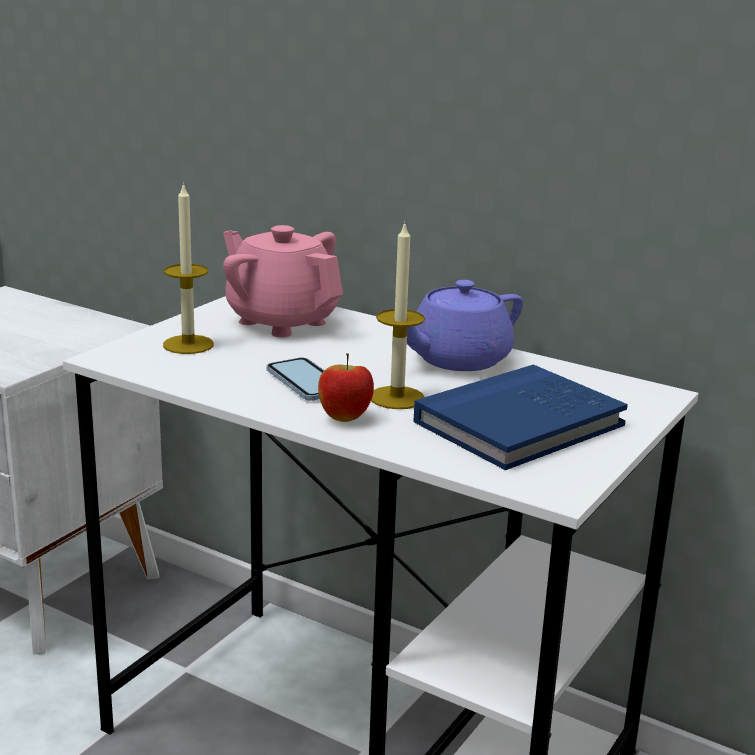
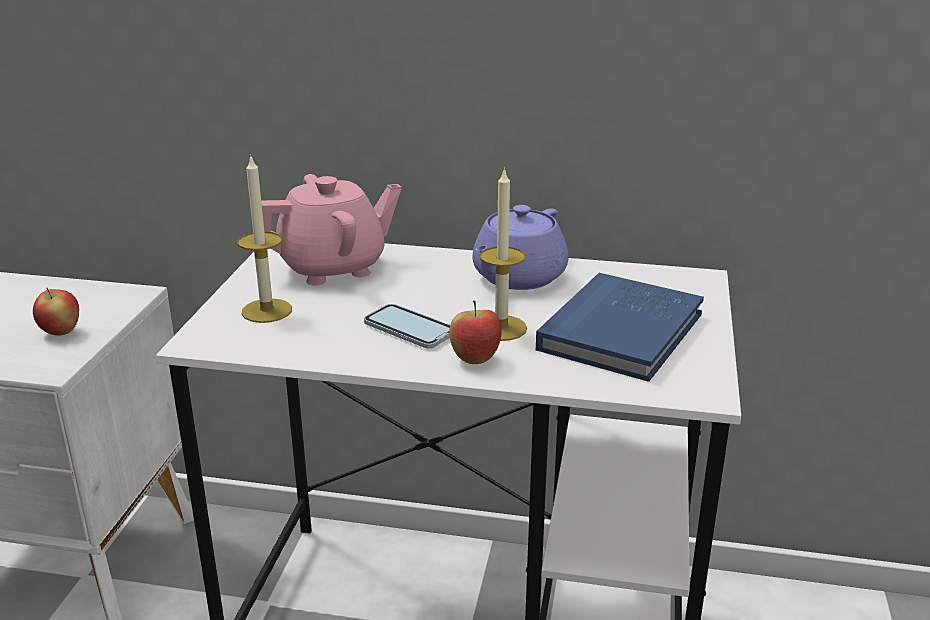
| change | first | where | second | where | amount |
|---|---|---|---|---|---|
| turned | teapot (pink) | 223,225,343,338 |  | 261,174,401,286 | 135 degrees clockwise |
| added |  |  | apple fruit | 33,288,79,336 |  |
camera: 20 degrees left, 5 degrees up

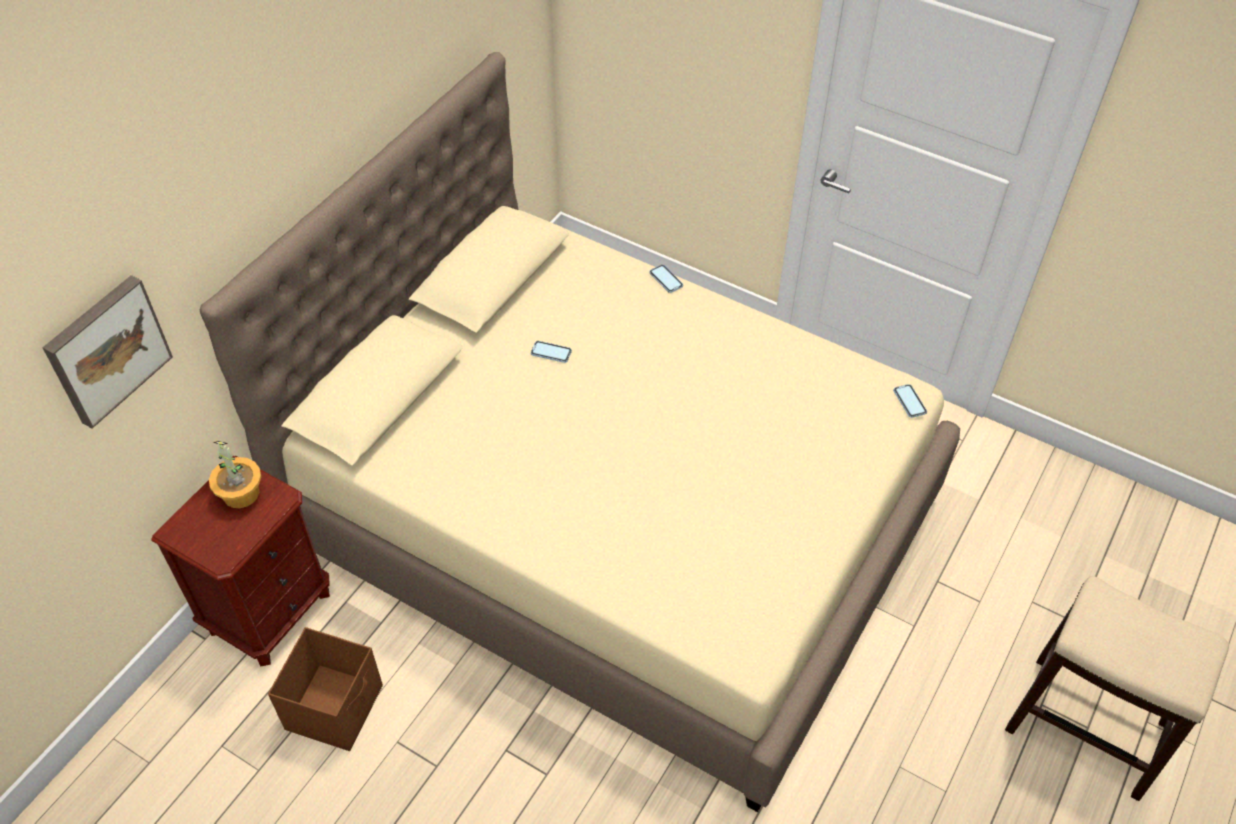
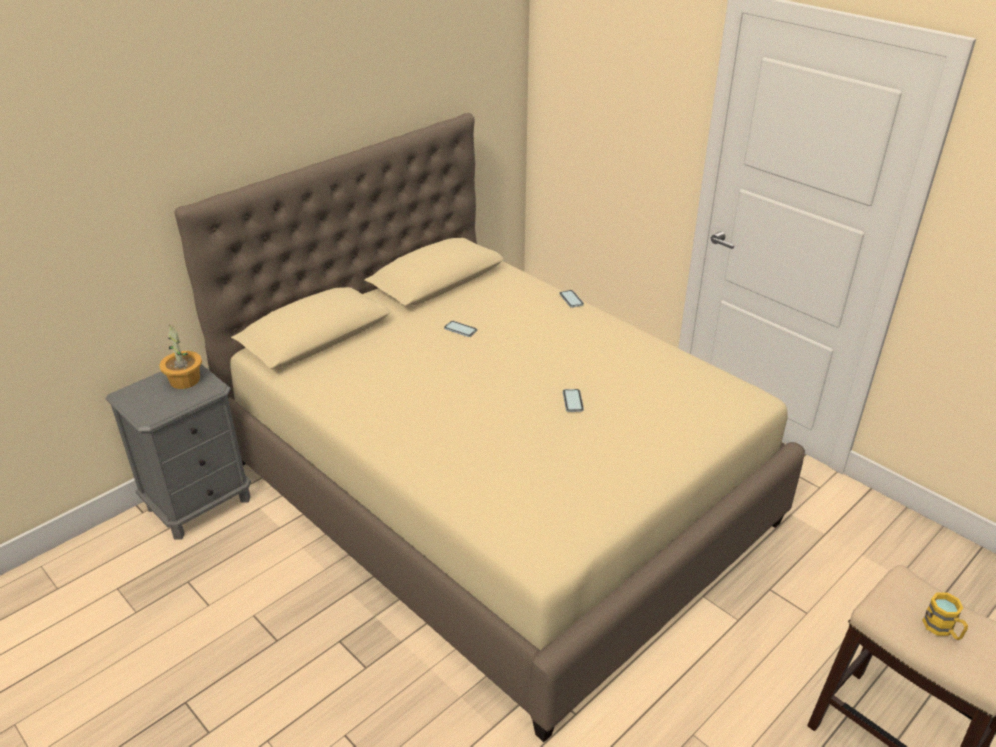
| change | first | where | second | where | amount |
|---|---|---|---|---|---|
| removed | wall picture | 42,275,173,428 |  |  |  |
| moved | telephone | 893,384,927,418 |  | 563,389,584,412 |  |
| recoloured | bedside table (brownish) | 151,456,330,666 | bedside table (greyish) | 106,364,251,539 |  |
| removed | storage container (brownish) | 268,627,383,751 |  |  |  |
| added |  |  | coffee mug (yellow) | 922,592,968,640 |  |
camera: 15 degrees right, 15 degrees down

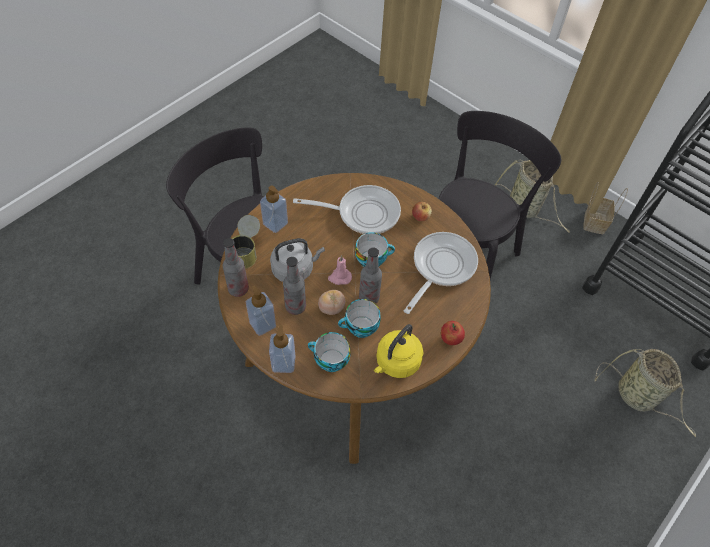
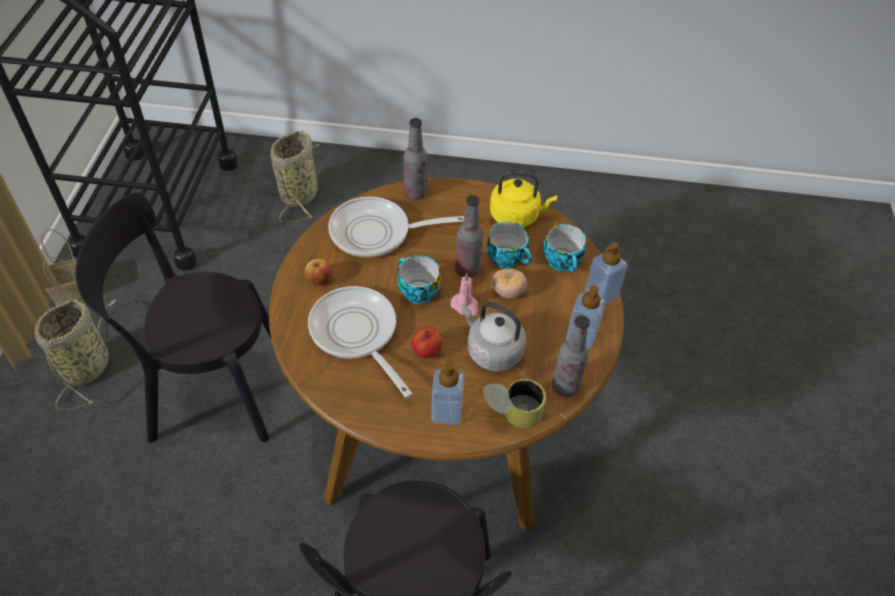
| change | first | where | second | where | amount |
|---|---|---|---|---|---|
| moved | bottle | 283,257,306,315 |  | 403,118,428,200 |  |
| moved | apple fruit | 441,321,465,345 |  | 411,327,442,358 |  |
camera: 125 degrees left, 5 degrees down

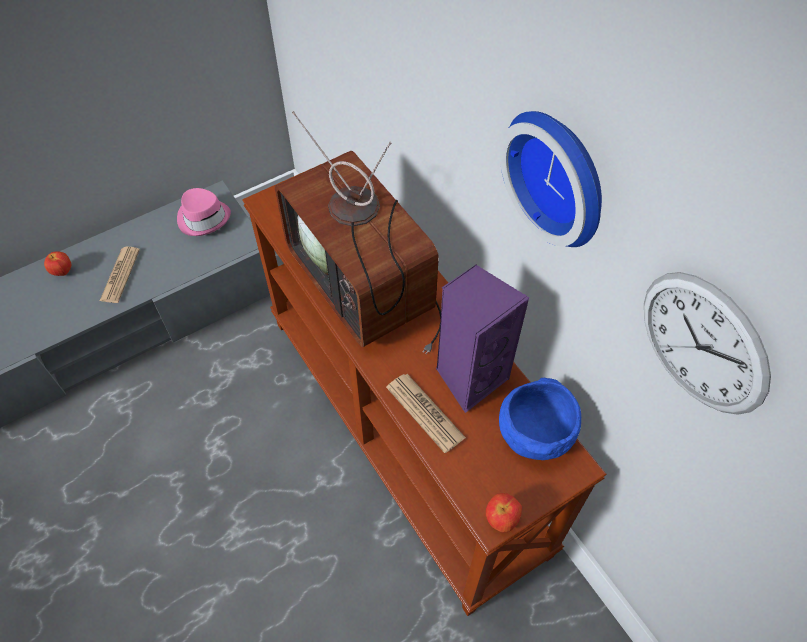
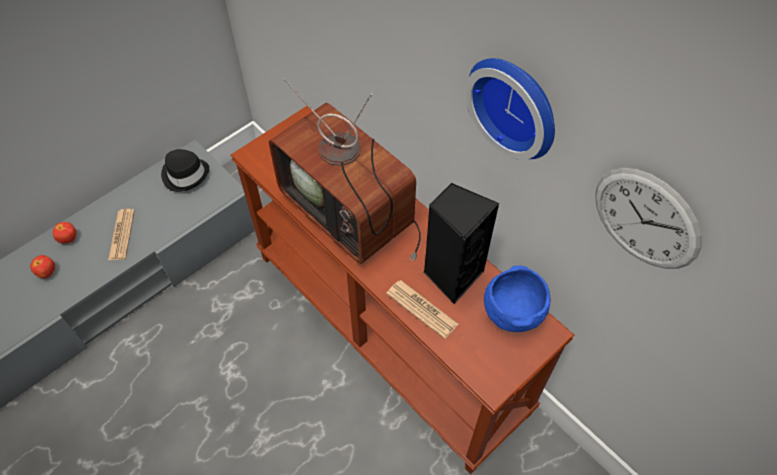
| change | first | where | second | where | amount |
|---|---|---|---|---|---|
| recoloured | clothing hat (pink) | 177,188,231,236 | clothing hat (black-coloured) | 161,149,209,192 |  |
| recoloured | audio speaker (purplish) | 436,264,529,413 | audio speaker (black-coloured) | 424,182,499,304 |  |
| moved | apple fruit | 486,493,522,533 |  | 30,255,55,278 |  |
camera: 10 degrees left, 0 degrees up

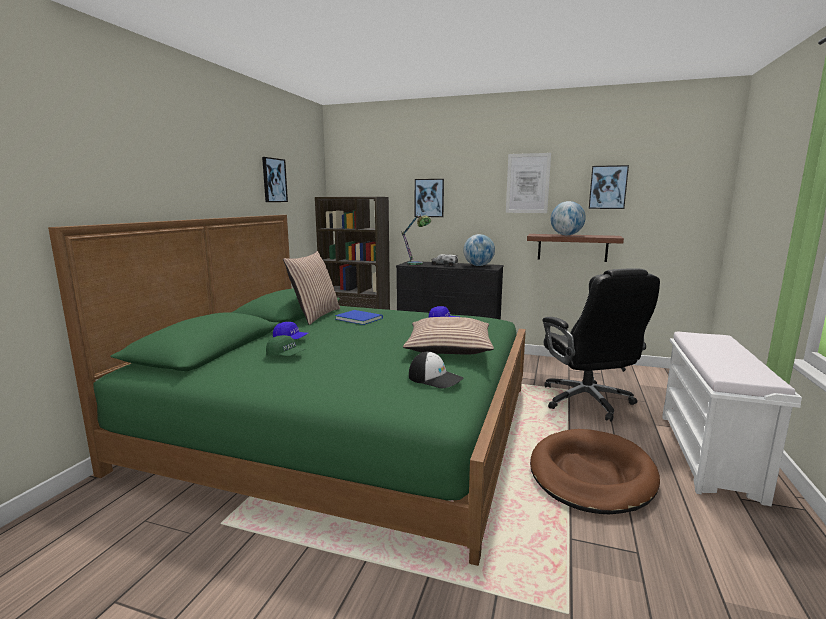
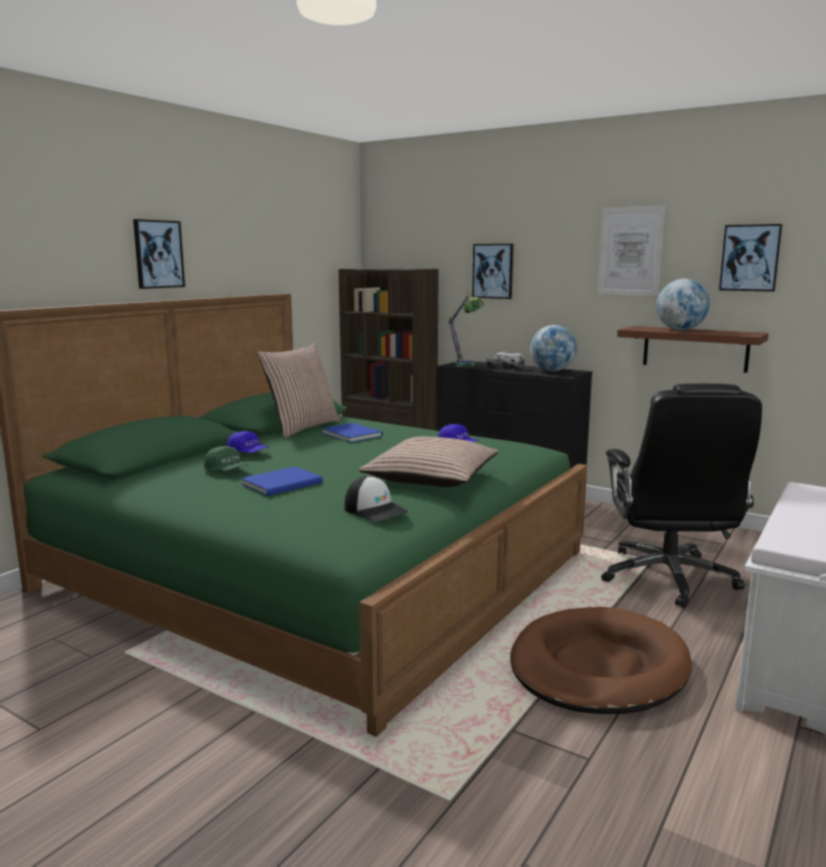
| change | first | where | second | where | amount |
|---|---|---|---|---|---|
| moved | wall picture | 262,157,288,202 |  | 133,219,185,289 |  |
| added |  |  | book (blue-coloured) | 241,466,323,496 |  |
camera: 15 degrees right, 0 degrees up

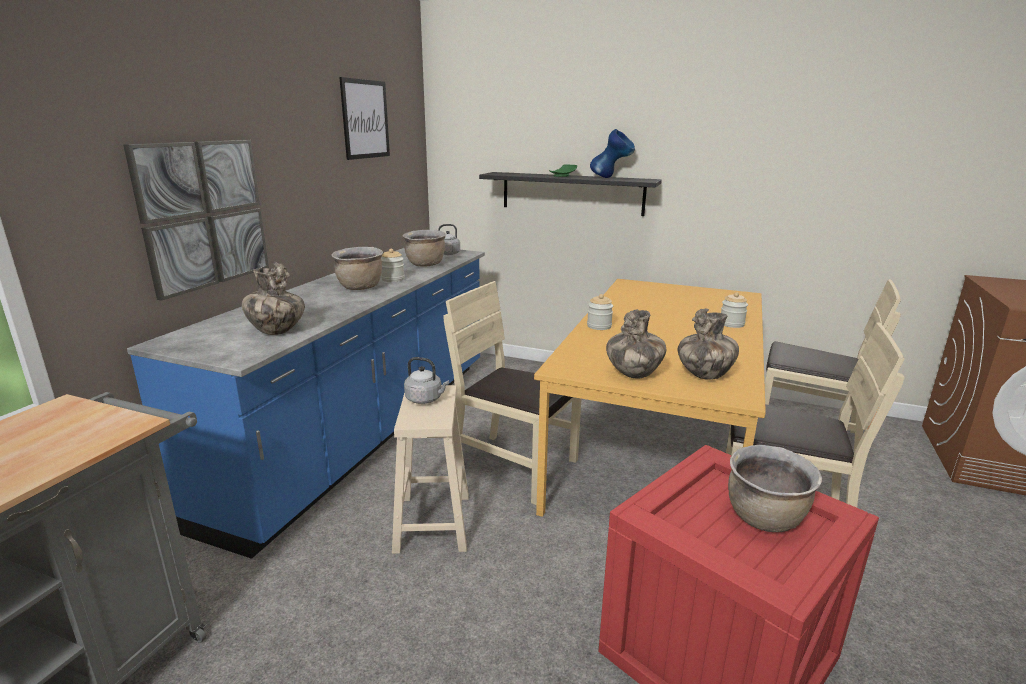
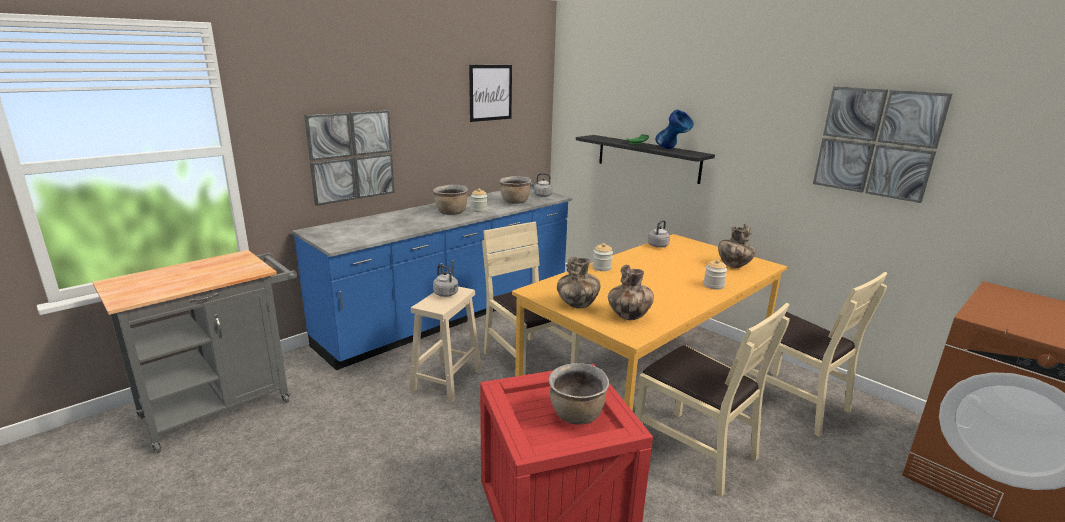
| change | first | where | second | where | amount |
|---|---|---|---|---|---|
| moved | decorative vase | 242,262,305,335 |  | 718,224,756,268 |  |
| added |  |  | wall picture | 813,86,952,203 |  |
| added |  |  | kettle (greyish) | 648,220,670,248 |  |
camera: 25 degrees right, 0 degrees up

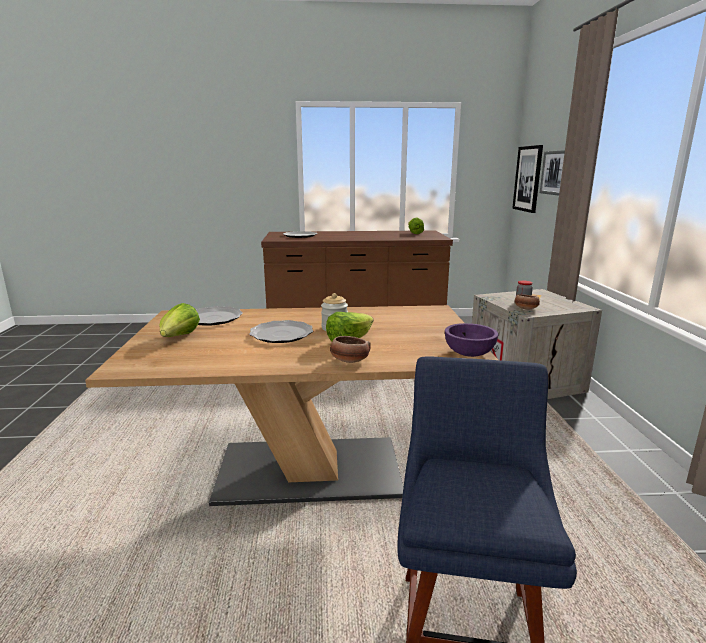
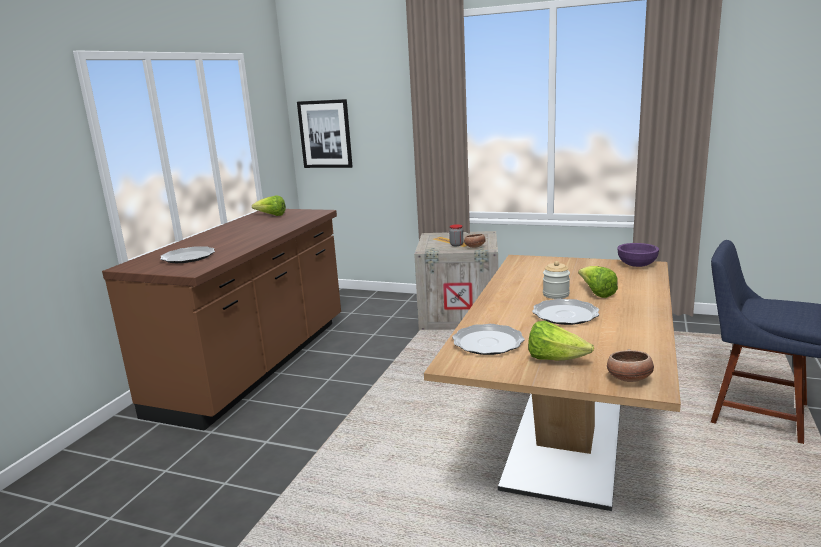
| change | first | where | second | where | amount |
|---|---|---|---|---|---|
| removed | wall picture | 540,150,565,196 |  |  |  |
| moved | serving bowl | 330,336,371,363 |  | 607,349,654,382 |  |
camera: 65 degrees left, 0 degrees up

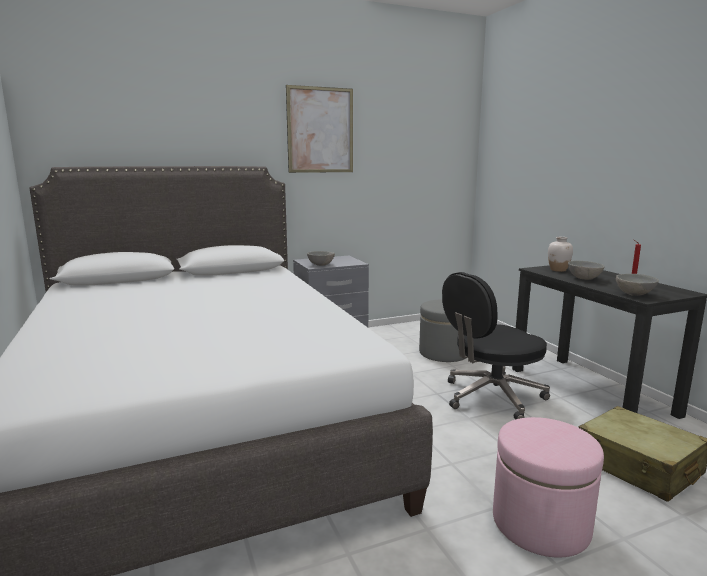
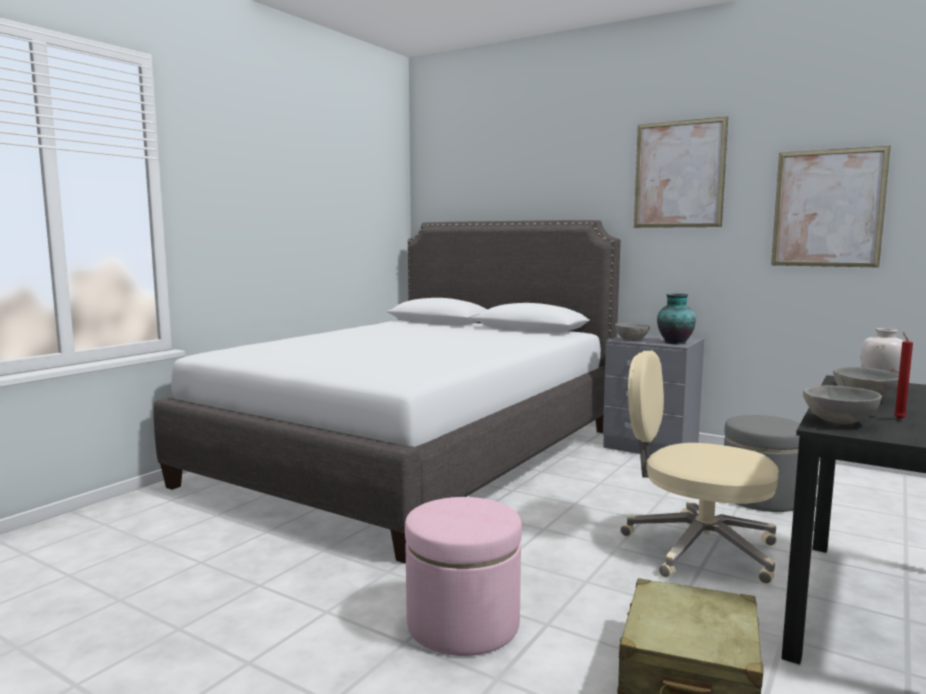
| change | first | where | second | where | amount |
|---|---|---|---|---|---|
| recoloured | computer chair (black-coloured) | 442,272,550,419 | computer chair (beige-coloured) | 620,351,779,584 |  |
| added |  |  | wall picture | 771,146,891,268 |  |
| added |  |  | decorative vase | 657,293,696,344 |  |
camera: 55 degrees right, 5 degrees down

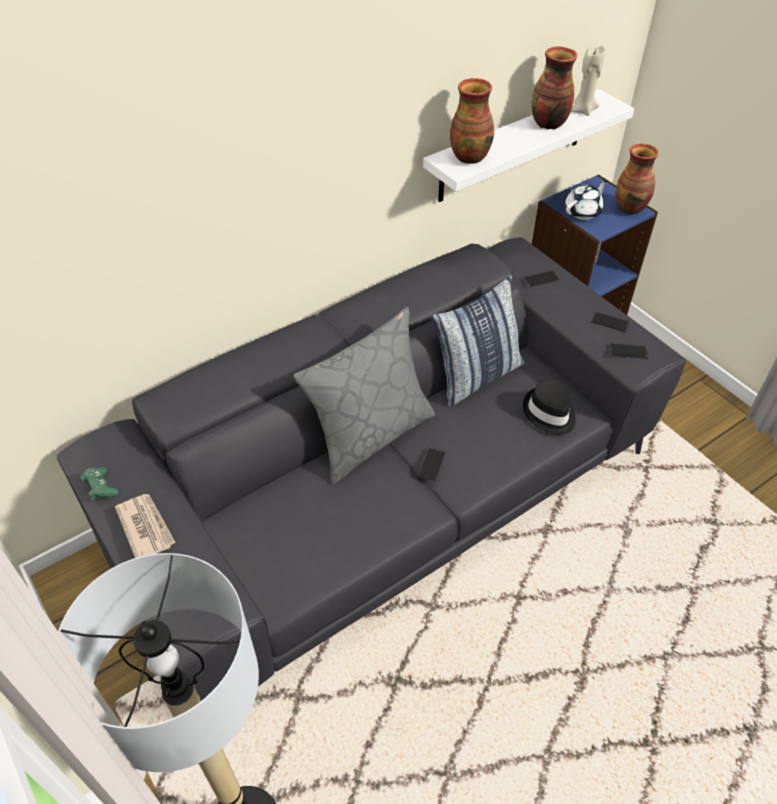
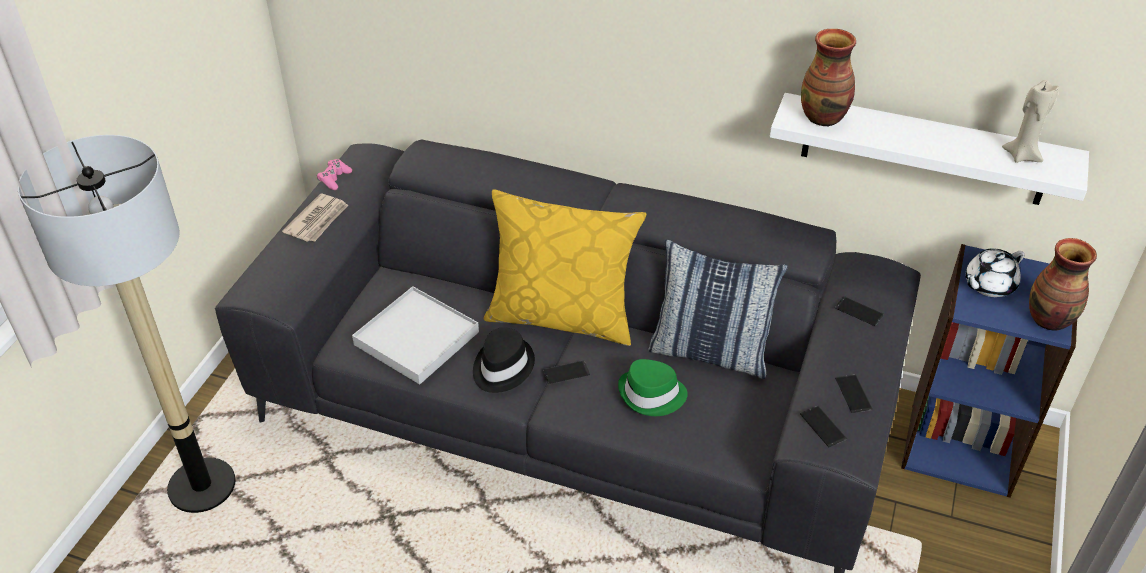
| change | first | where | second | where | amount |
|---|---|---|---|---|---|
| removed | decorative vase | 532,47,577,130 |  |  |  |
| turned | teapot (whitish) | 565,180,607,220 |  | 965,248,1025,297 | 135 degrees clockwise |
| recoloured | pillow (greyish) | 293,307,435,485 | pillow (yellow) | 484,190,646,346 |  |
| moved | clothing hat (black-coloured) | 523,379,576,435 |  | 473,328,535,393 |  |
| recoloured | gamepad (greenish) | 80,467,119,500 | gamepad (pink) | 317,159,352,190 |  |
| added |  |  | serving tray (whitish) | 352,286,479,384 |  |
| added |  |  | clothing hat (greenish) | 618,359,688,416 |  |
camera: 55 degrees right, 5 degrees down

